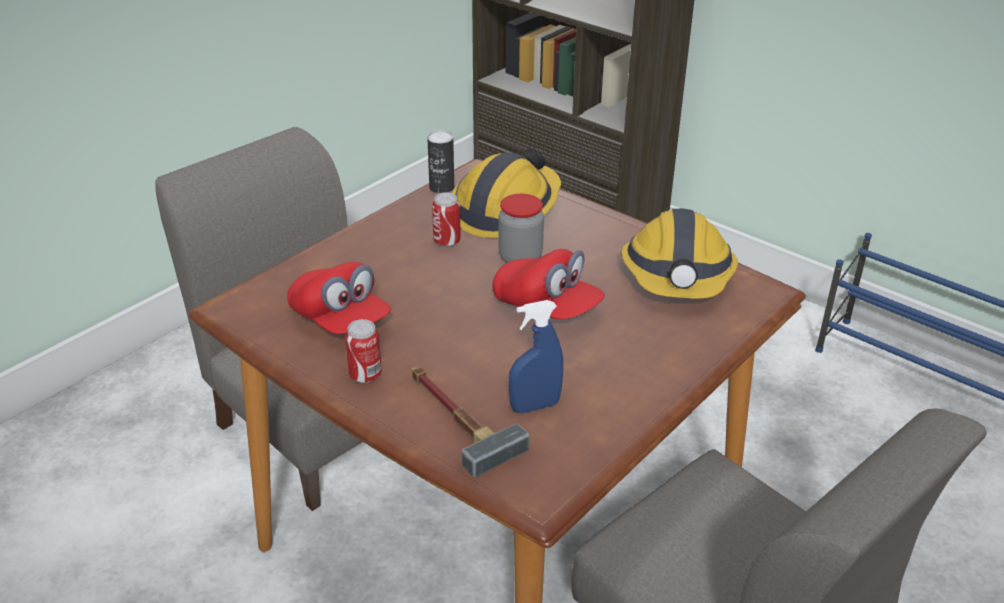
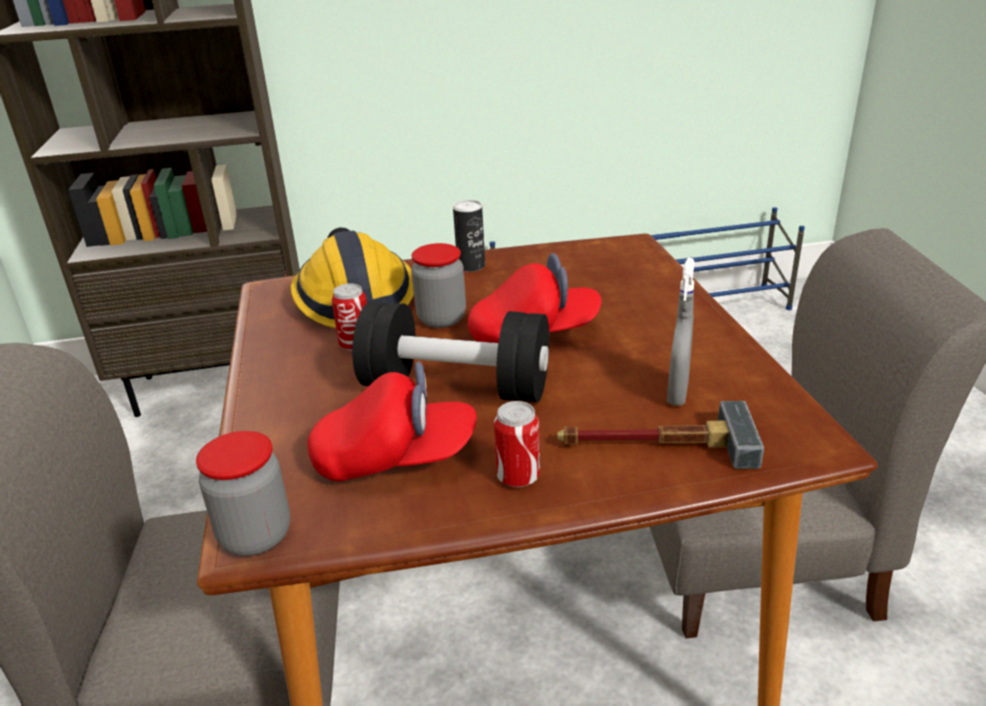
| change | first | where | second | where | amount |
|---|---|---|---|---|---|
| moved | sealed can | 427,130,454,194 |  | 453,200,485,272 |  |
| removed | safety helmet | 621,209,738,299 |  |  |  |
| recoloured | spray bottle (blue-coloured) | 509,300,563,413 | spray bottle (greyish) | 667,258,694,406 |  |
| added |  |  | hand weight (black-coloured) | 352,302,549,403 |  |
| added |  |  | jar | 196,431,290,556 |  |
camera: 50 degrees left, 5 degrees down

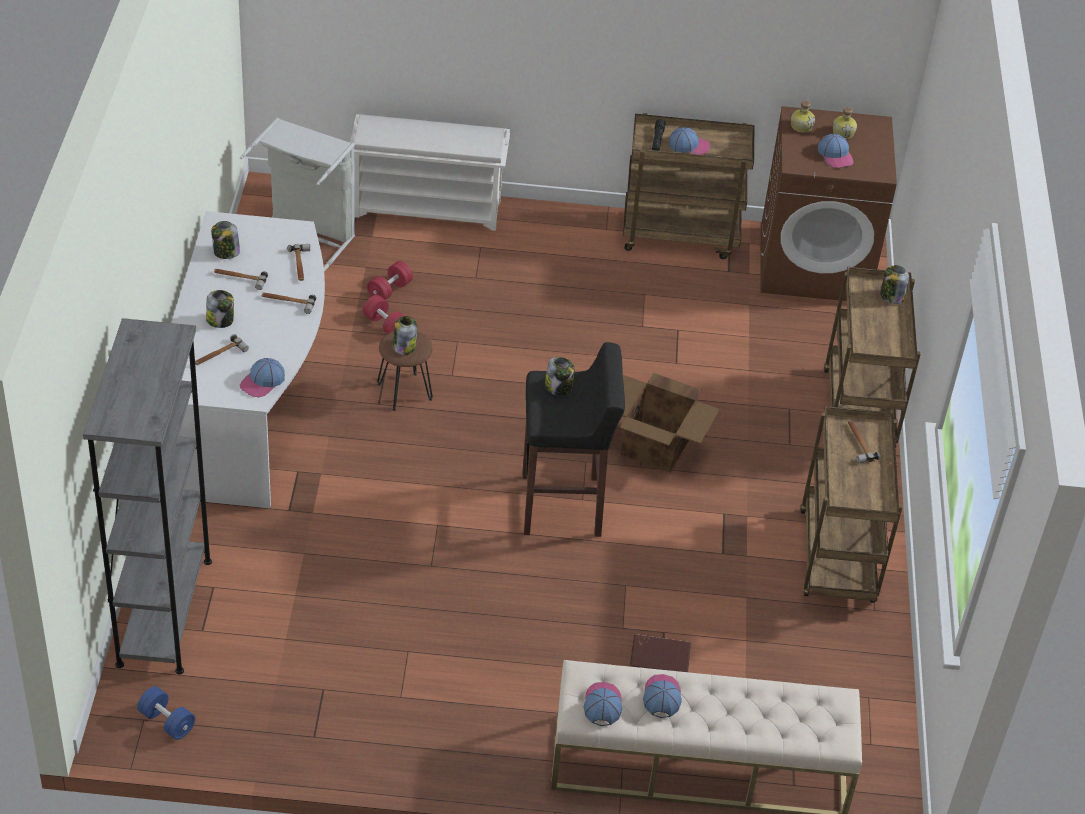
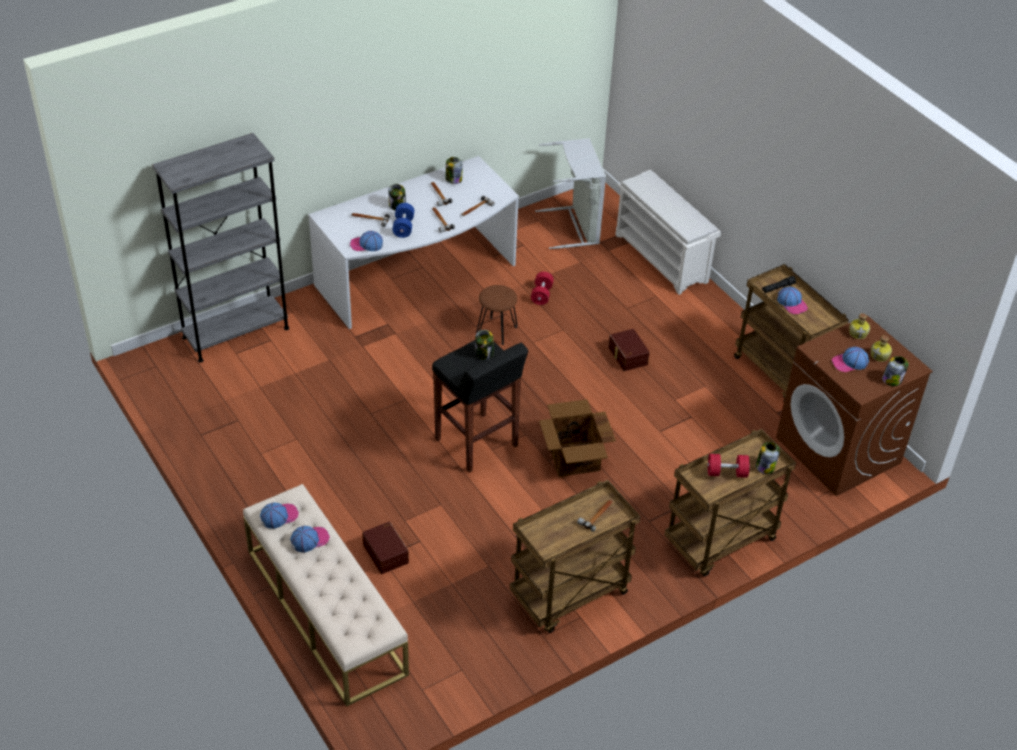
| change | first | where | second | where | amount |
|---|---|---|---|---|---|
| turned | cap | 818,134,853,168 |  | 832,347,869,372 | 45 degrees clockwise |
| moved | hand weight (red-coloured) | 367,261,413,300 |  | 707,454,750,478 |  |
| moved | jar | 393,316,417,355 |  | 882,356,909,386 |  |
| moved | hand weight (blue-coloured) | 137,686,195,740 |  | 392,203,414,238 |  |
| added |  |  | storage container (brownish) | 608,329,650,371 |  |
camera: 55 degrees right, 0 degrees up

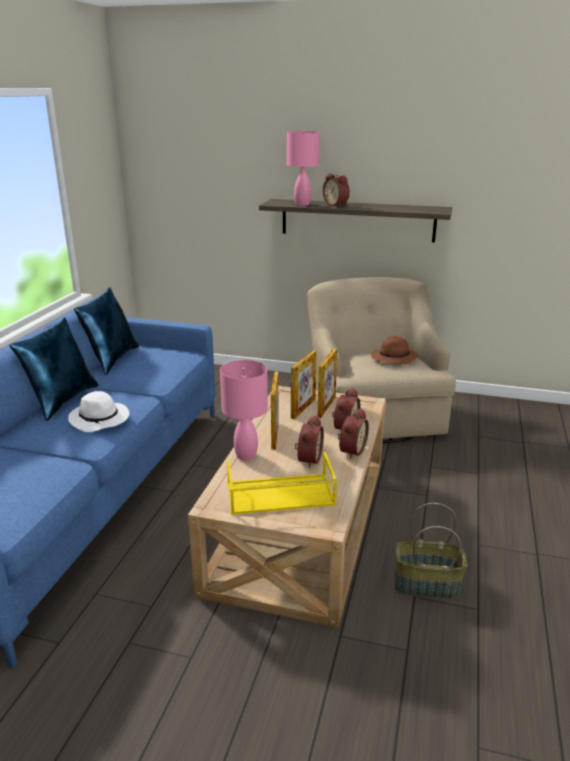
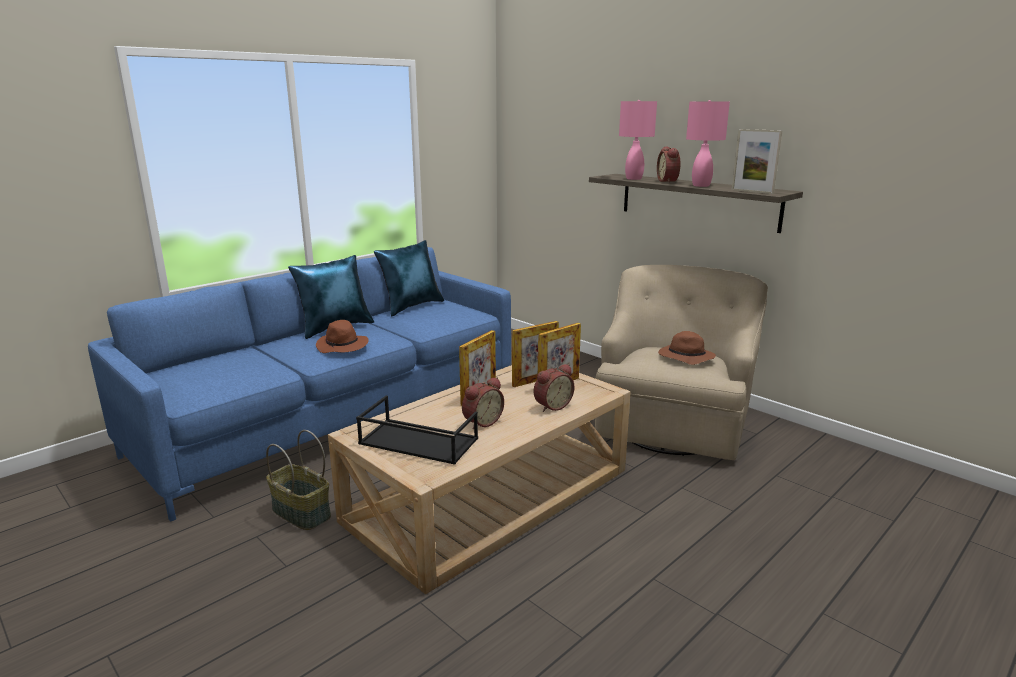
| change | first | where | second | where | amount |
|---|---|---|---|---|---|
| moved | tabletop lamp (pink) | 220,360,268,460 |  | 686,100,730,187 |  |
| recoloured | clothing hat (whitish) | 68,391,129,432 | clothing hat (brownish) | 316,320,369,353 |  |
| removed | bedside clock | 338,408,369,459 |  |  |  |
| recoloured | serving tray (yellow) | 227,452,337,515 | serving tray (black-coloured) | 356,396,478,465 |  |
| moved | household basket | 394,503,467,599 |  | 266,430,331,530 |  |
| added |  |  | picture frame | 732,129,783,194 |  |
camera: 30 degrees right, 5 degrees down

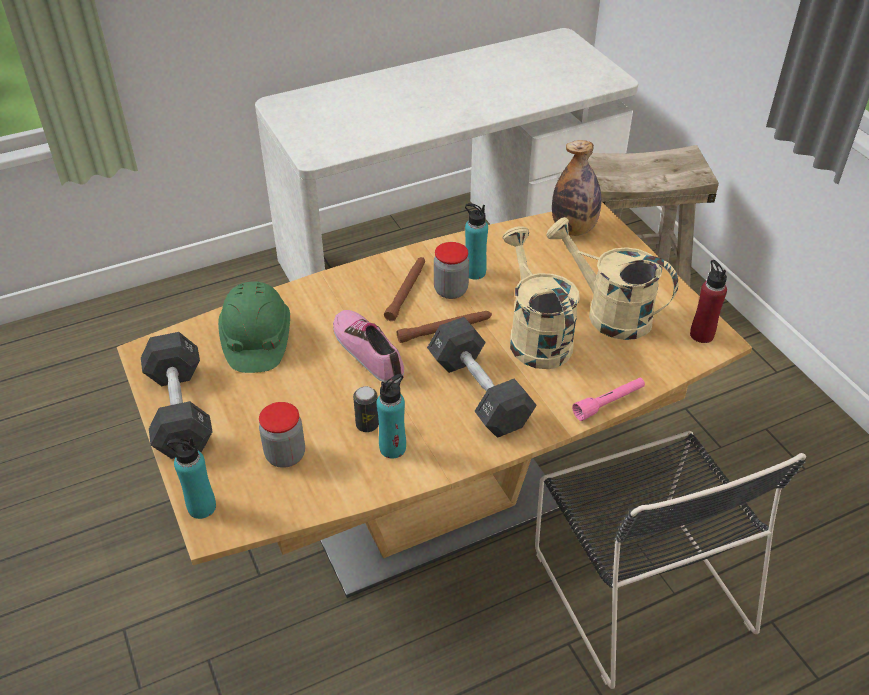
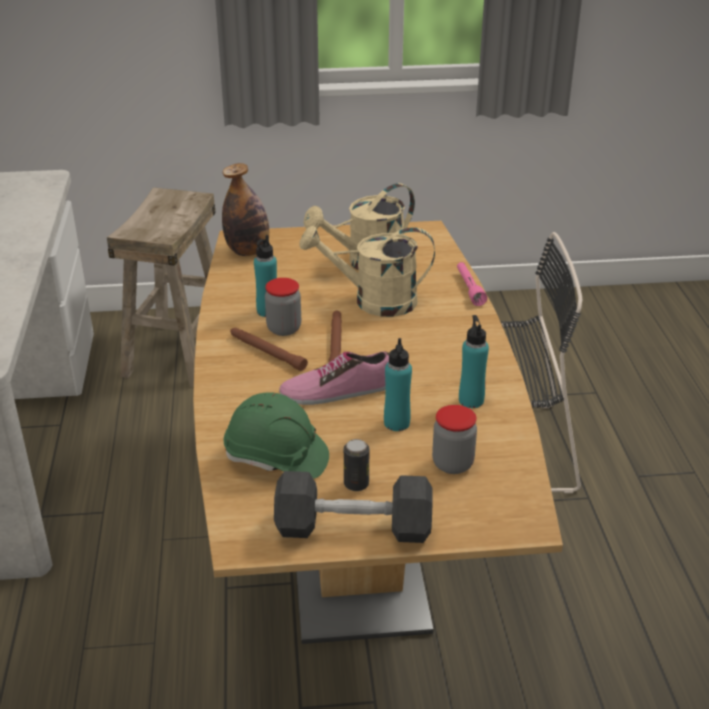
| change | first | where | second | where | amount |
|---|---|---|---|---|---|
| removed | bottle (red-coloured) | 690,260,727,343 |  |  |  |
| removed | hand weight (black-coloured) | 427,317,537,438 |  |  |  |
| moved | sealed can | 353,386,379,432 |  | 344,439,369,491 |  |
| moved | bottle (blue-green) | 167,437,216,519 |  | 384,338,412,431 |  |
camera: 70 degrees left, 10 degrees down

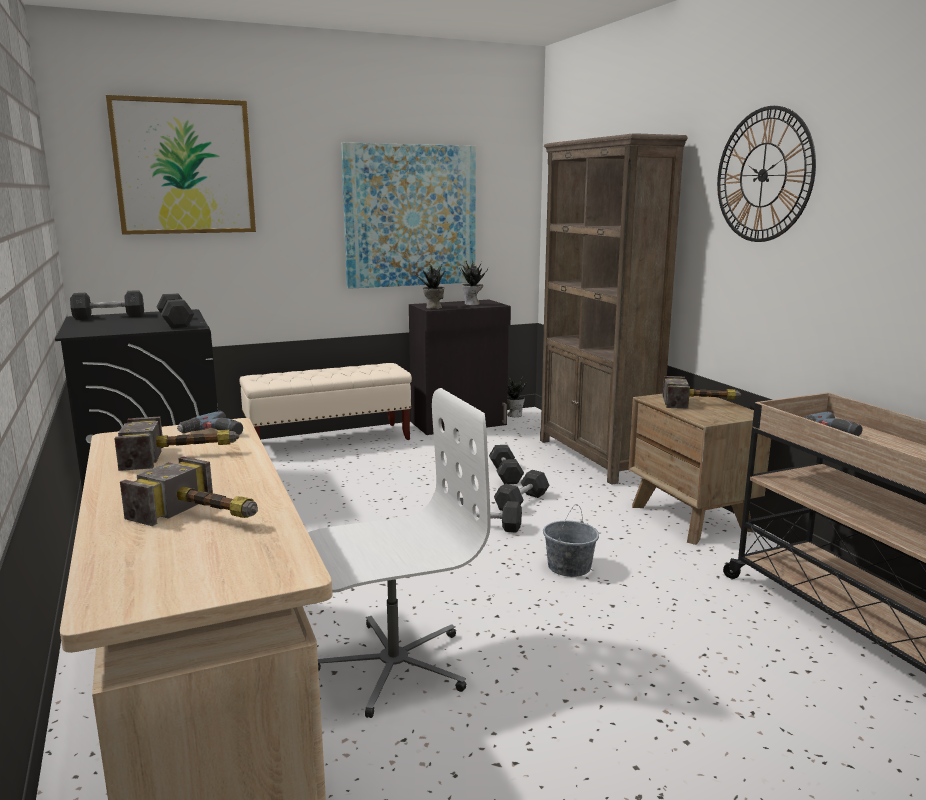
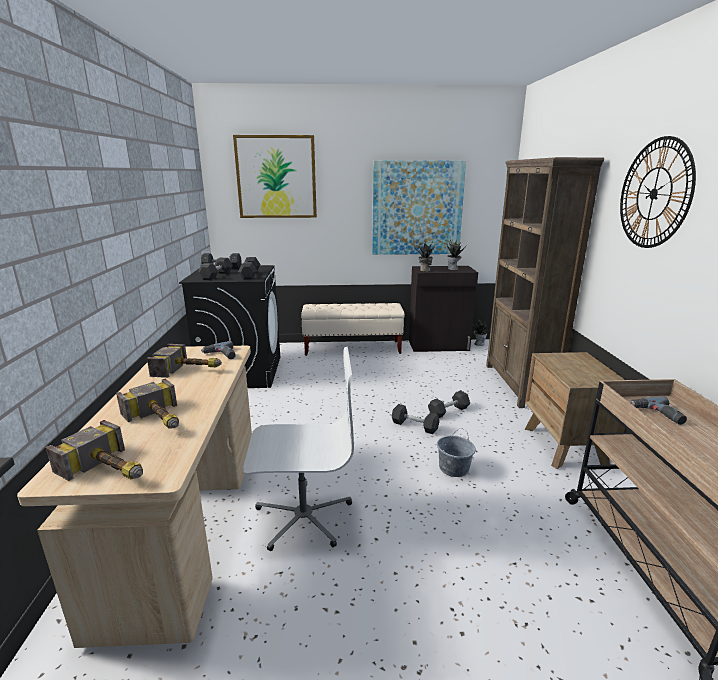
| change | first | where | second | where | amount |
|---|---|---|---|---|---|
| moved | hand hammer | 663,376,741,409 |  | 46,420,143,481 |  |
| moved | hand weight (greyish) | 489,445,524,484 |  | 198,258,233,280 |  |
camera: 20 degrees right, 5 degrees up

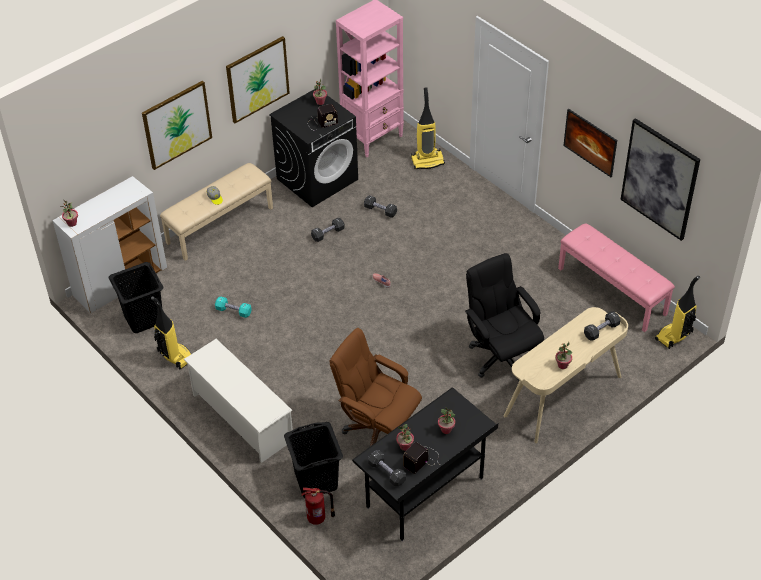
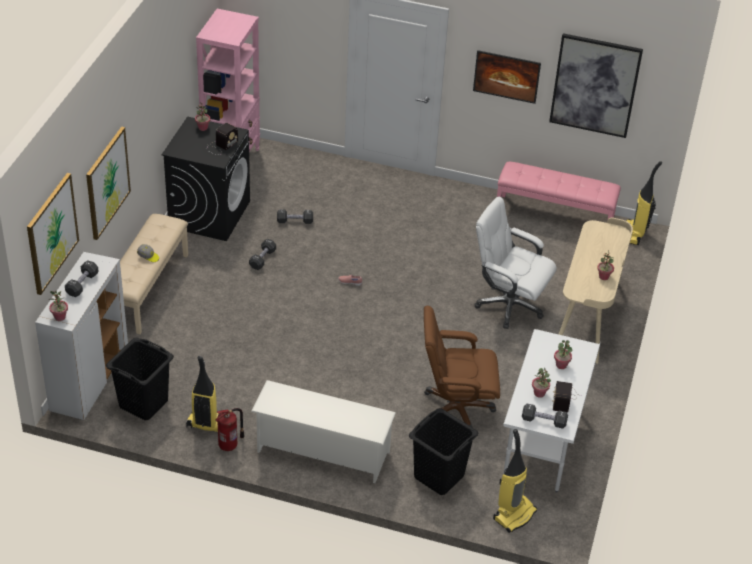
| change | first | where | second | where | amount |
|---|---|---|---|---|---|
| moved | wall picture | 226,36,290,123 |  | 27,173,79,295 |  |
| moved | hoover | 411,87,445,169 |  | 493,429,537,533 |  |
| recoloured | computer chair (black-coloured) | 465,253,544,381 | computer chair (whitish) | 474,197,557,329 |  |
| removed | hand weight (blue-green) | 215,297,252,318 |  |  |  |
| moved | hand weight (black-coloured) | 584,311,620,340 |  | 65,260,99,297 |  |
| recoloured | desk (black-coloured) | 352,387,498,541 | desk (whitish) | 503,329,601,492 |  |
| moved | fire-fighting cylinder | 301,488,335,525 |  | 215,408,244,451 |  |
camera: 35 degrees left, 5 degrees down

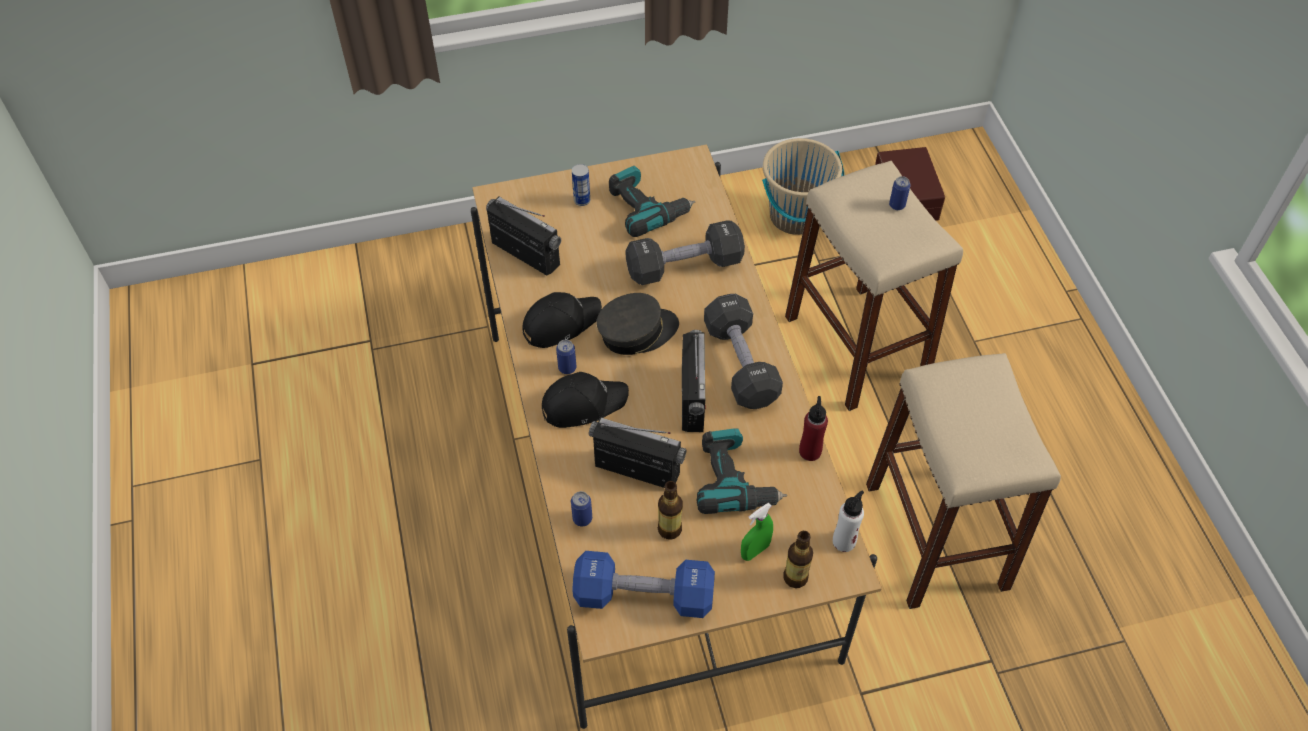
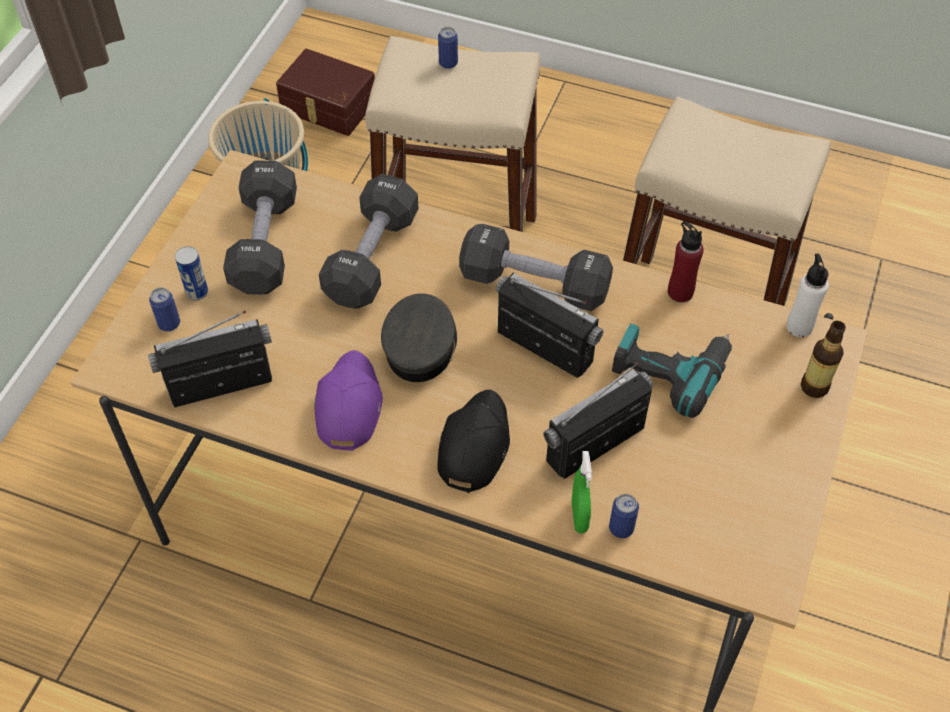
| change | first | where | second | where | amount |
|---|---|---|---|---|---|
| replaced | drill | 609,166,695,237 | hand weight (black-coloured) | 223,160,297,295 |  |
| recoloured | cap (black-coloured) | 522,292,602,348 | cap (purplish) | 314,350,383,451 |  |
| moved | sealed can | 556,340,576,374 |  | 149,287,180,331 |  |
| removed | bottle | 658,481,682,540 |  |  |  |
| moved | spray bottle (greenish) | 741,503,773,561 |  | 572,451,592,534 |  |
| removed | hand weight (blue-coloured) | 572,551,715,618 |  |  |  |
camera: 55 degrees left, 0 degrees up

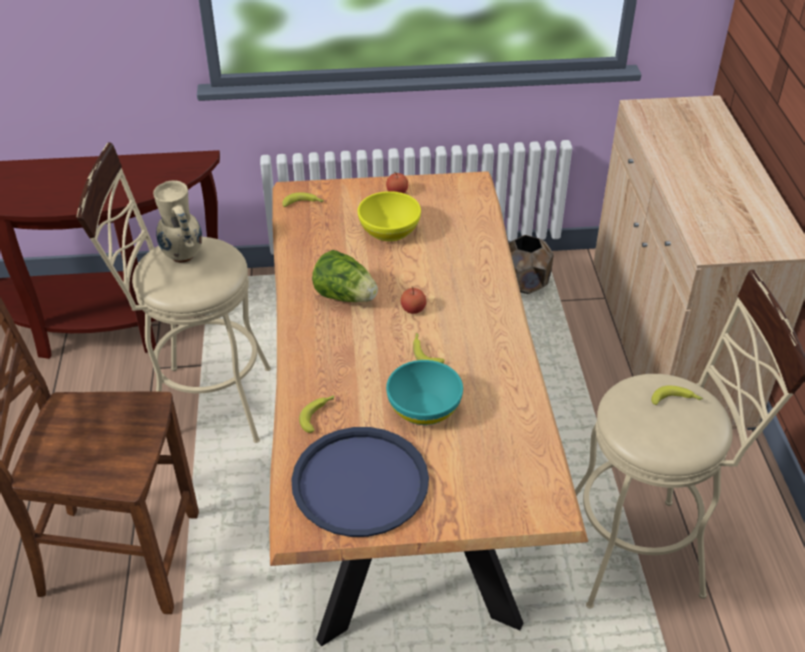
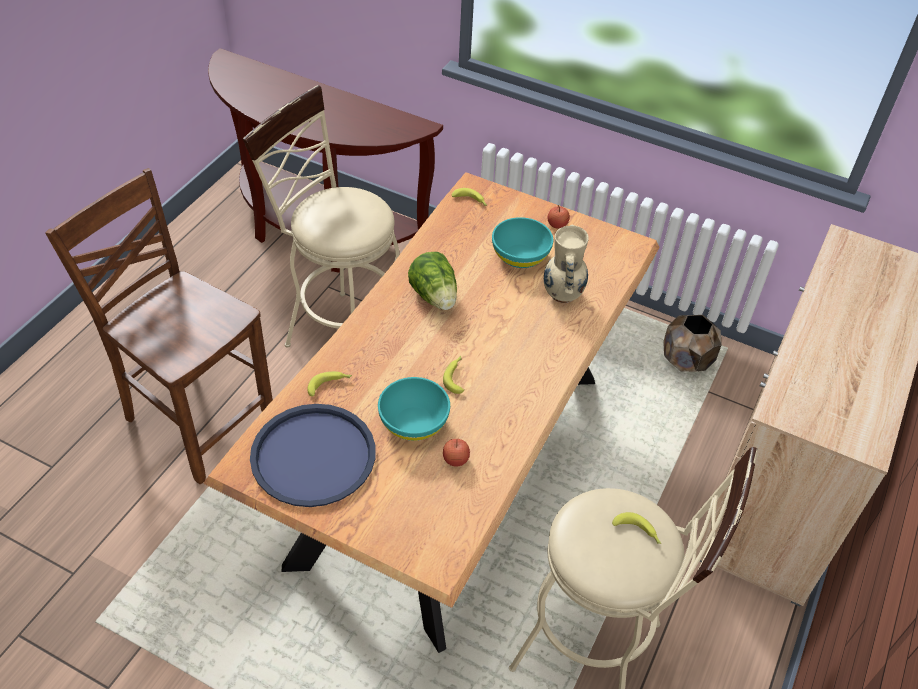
| change | first | where | second | where | amount |
|---|---|---|---|---|---|
| moved | decorative vase (beige-coloured) | 153,180,202,263 |  | 544,225,589,303 |  |
| recoloured | serving bowl (yellow) | 358,191,421,241 | serving bowl (blue-green) | 492,217,553,268 |  |
| moved | apple fruit | 401,287,426,314 |  | 443,439,470,467 |  |
camera: 30 degrees right, 5 degrees up

